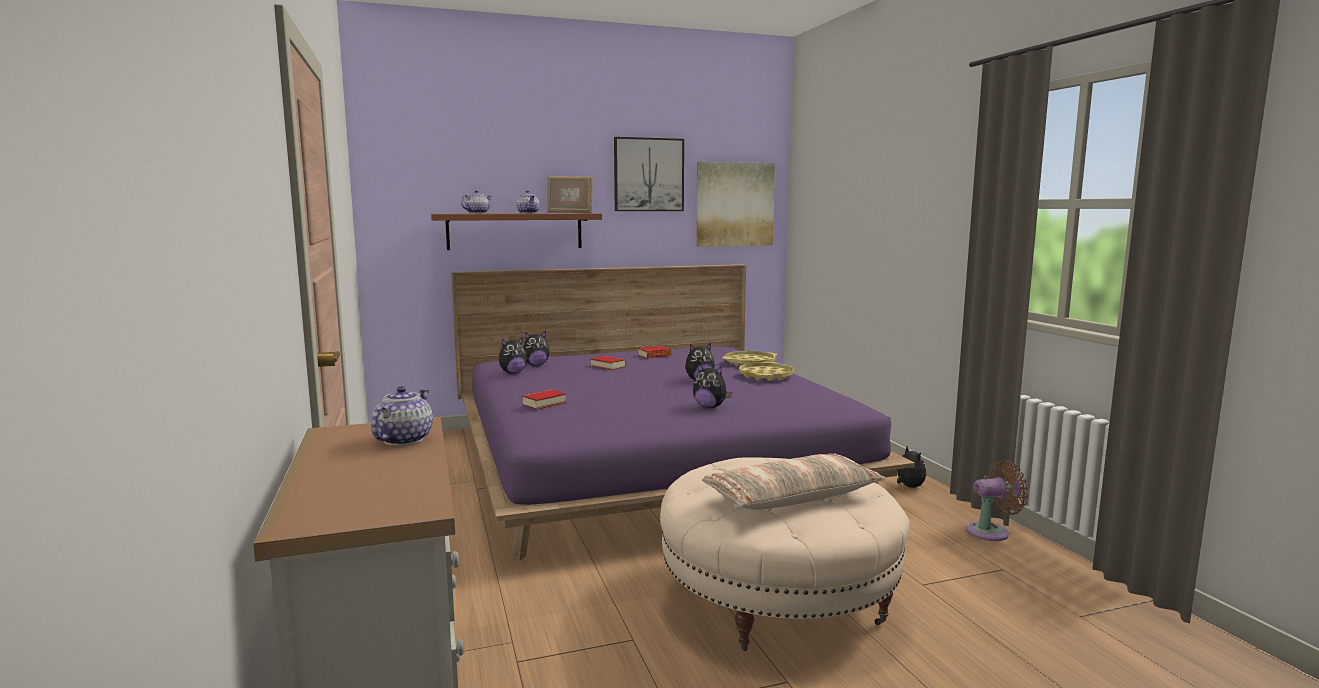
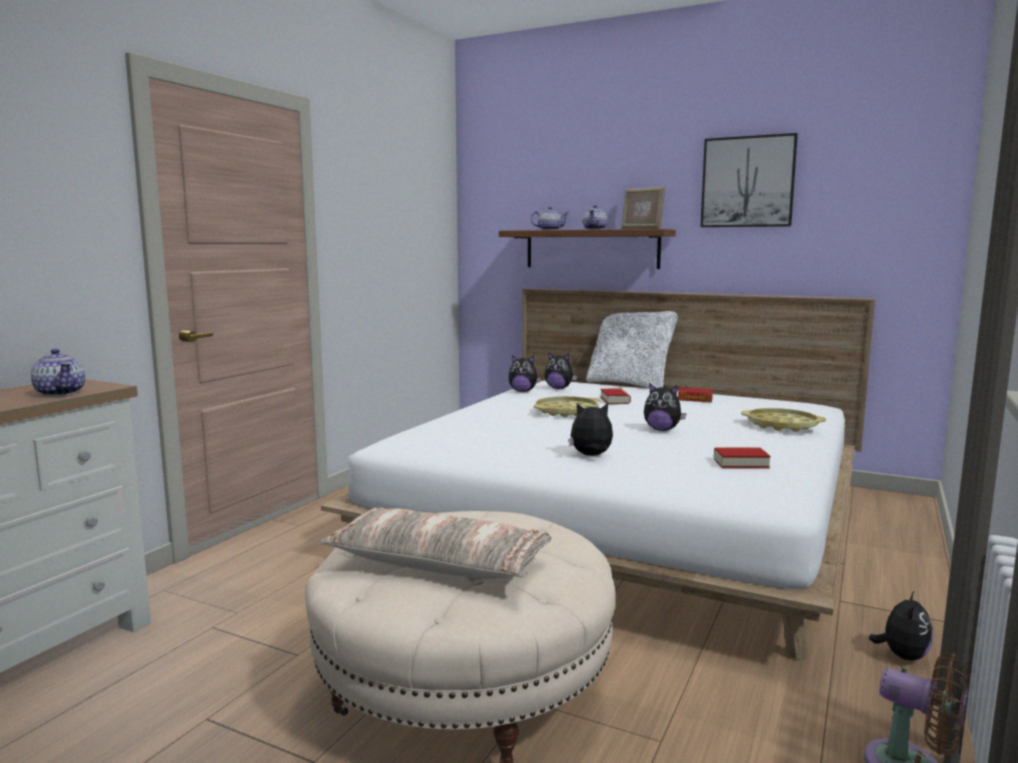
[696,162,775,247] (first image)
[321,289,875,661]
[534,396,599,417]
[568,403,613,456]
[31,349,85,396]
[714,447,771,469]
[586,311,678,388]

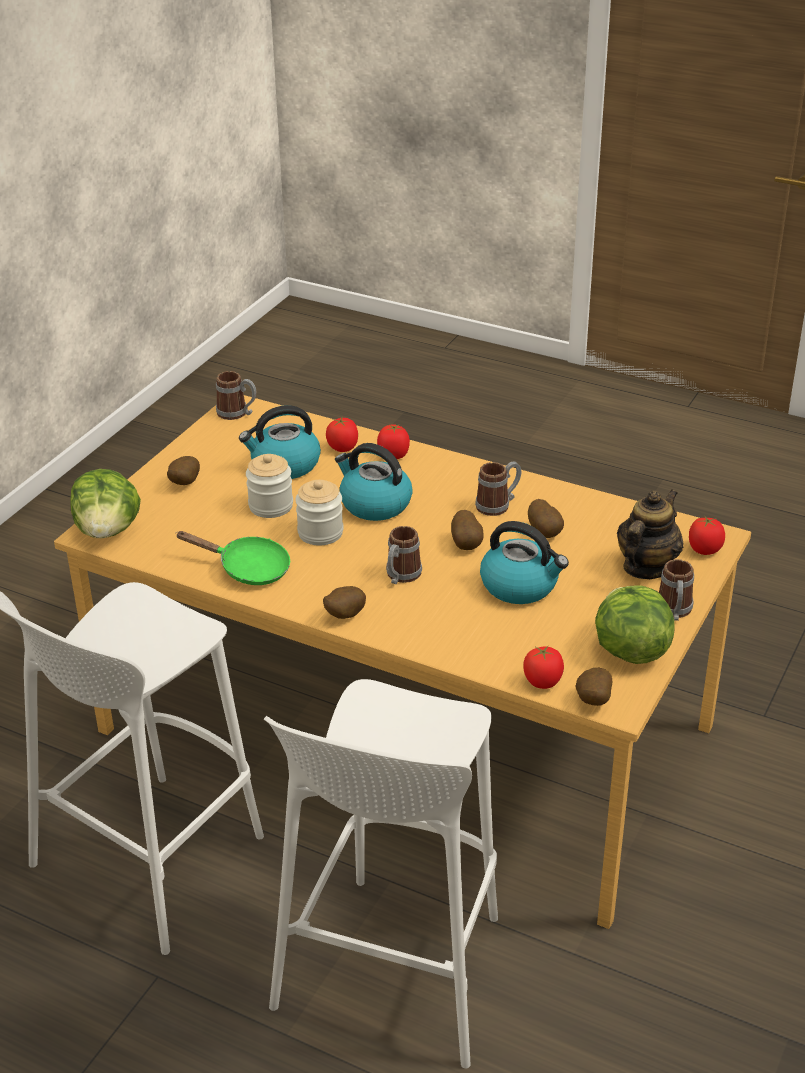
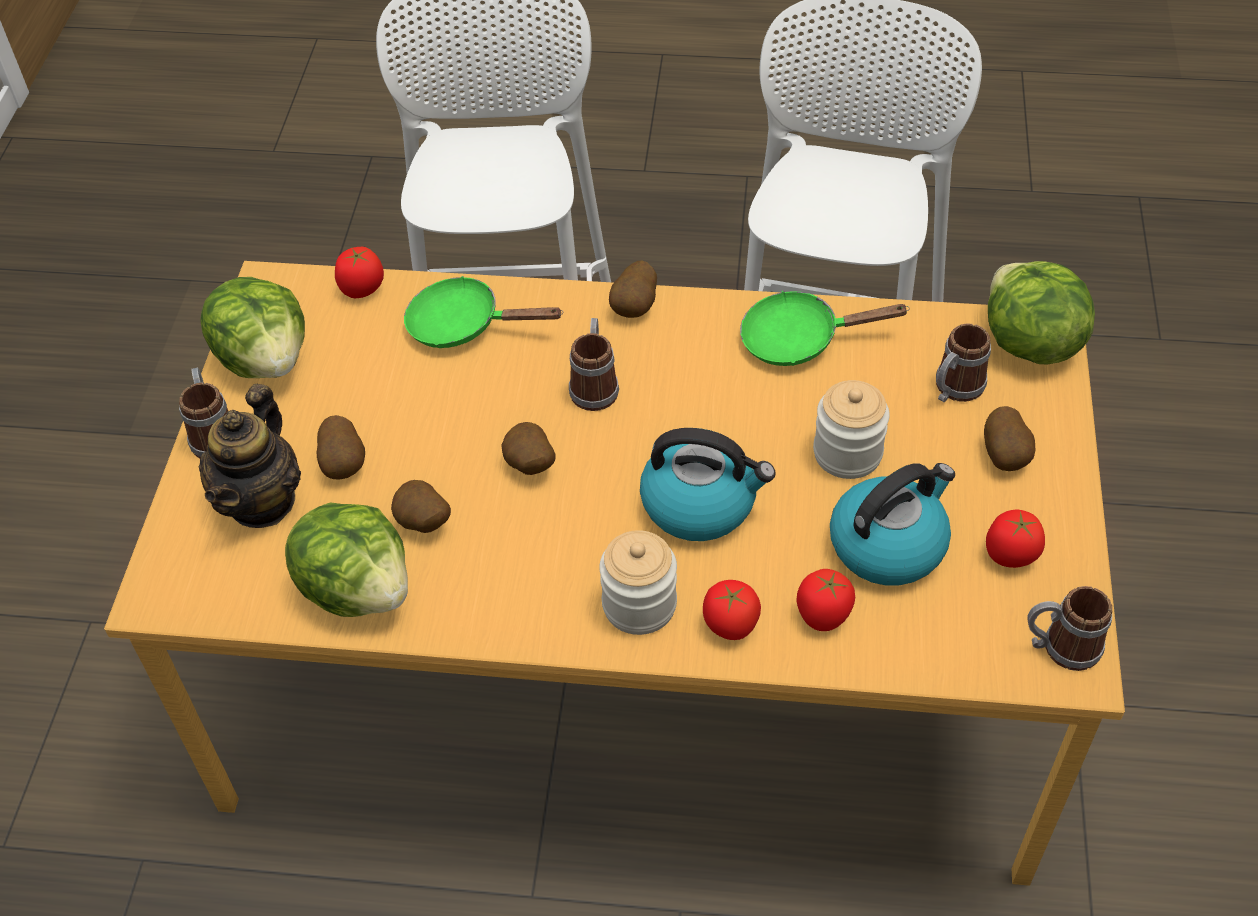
[936,324,991,402]
[599,530,677,635]
[986,510,1045,568]
[480,521,569,604] (first image)
[317,415,365,480]
[404,276,563,348]
[285,502,408,617]

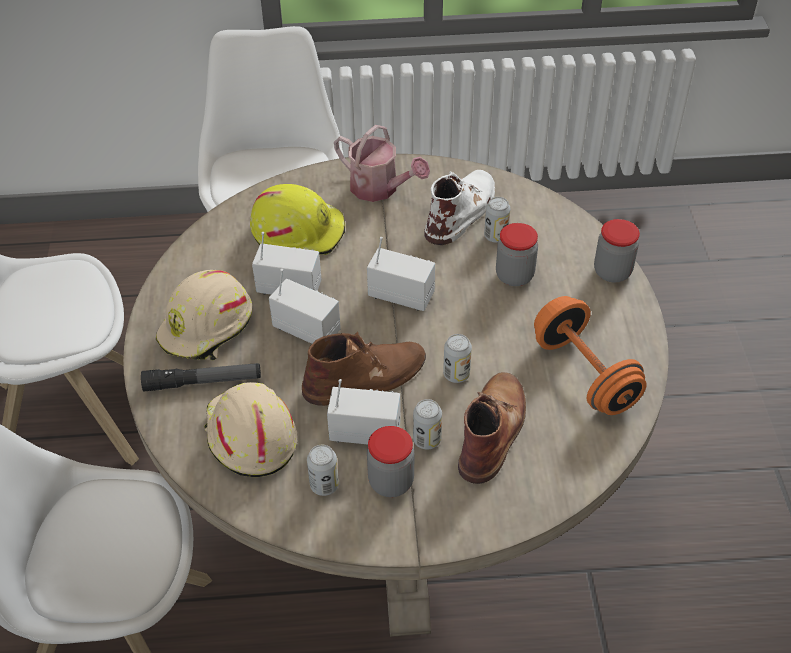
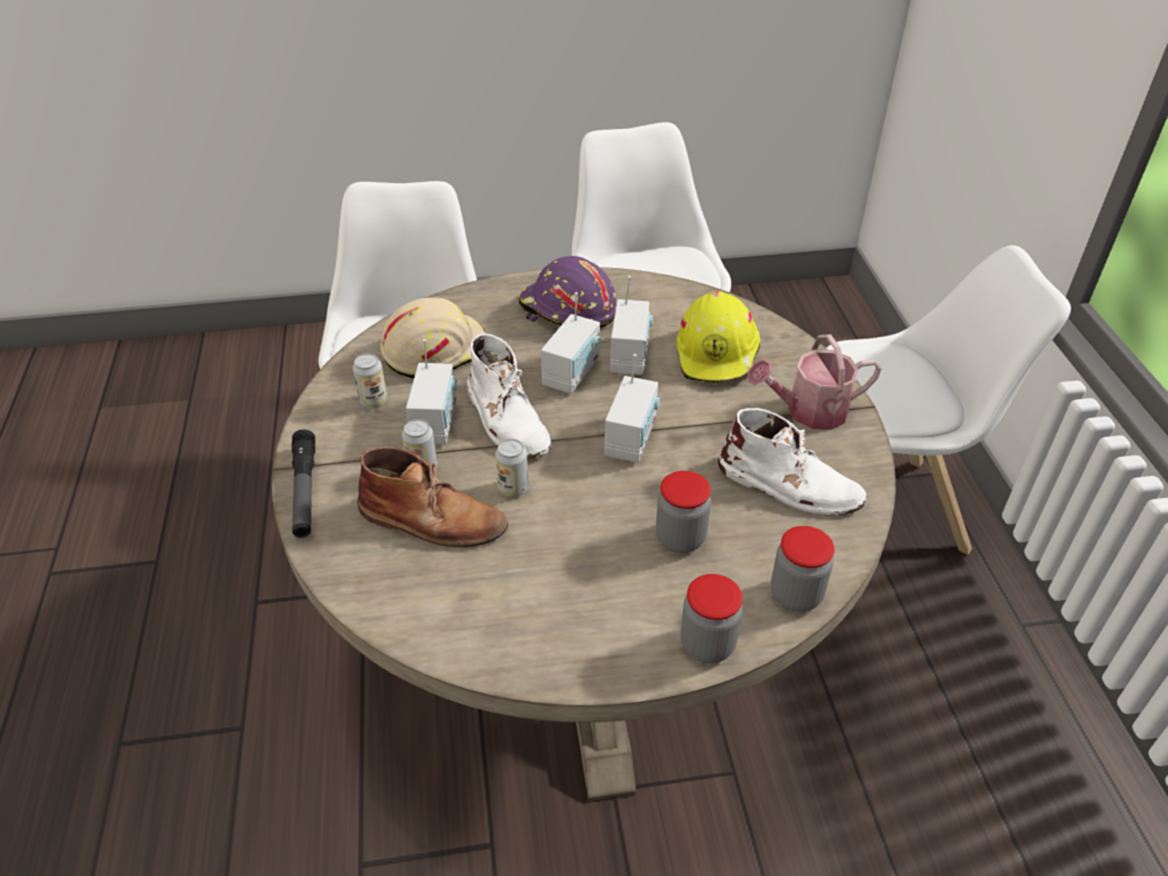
[748,334,881,430]
[484,197,511,243] (first image)
[519,256,616,328]
[534,296,647,415] (first image)
[467,333,551,458]
[292,430,315,538]
[771,526,835,612]

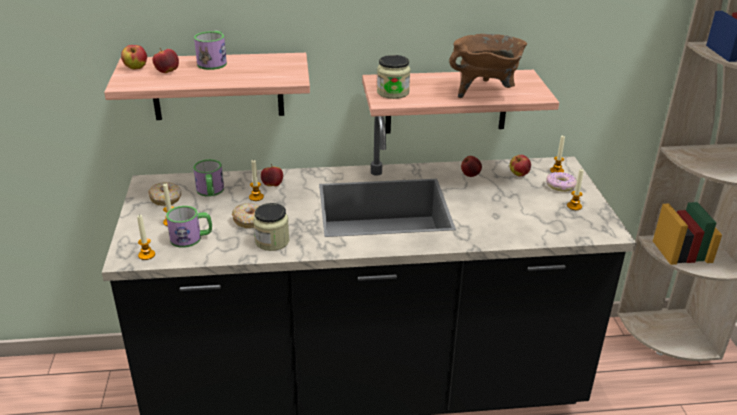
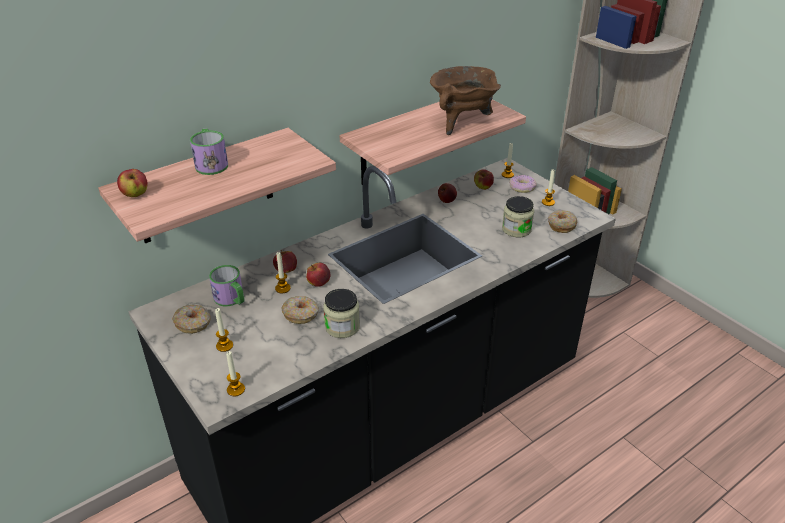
[306,262,330,287]
[502,196,534,238]
[166,206,212,248] (first image)
[548,210,577,233]

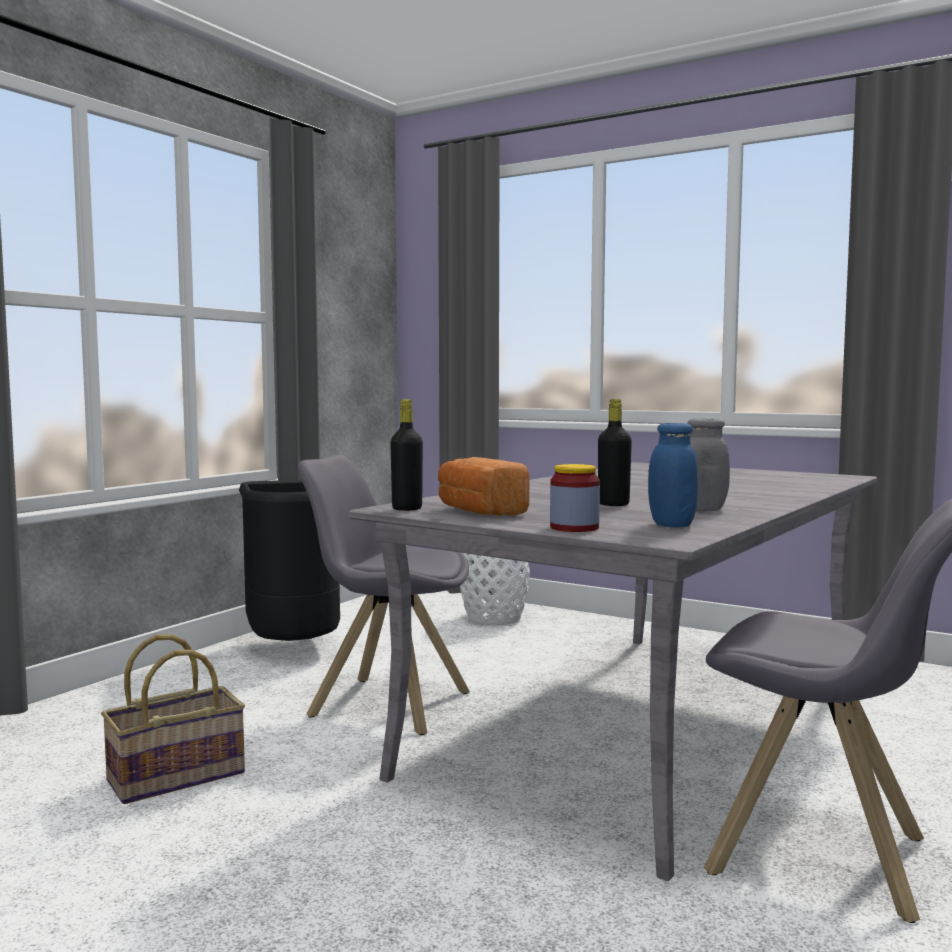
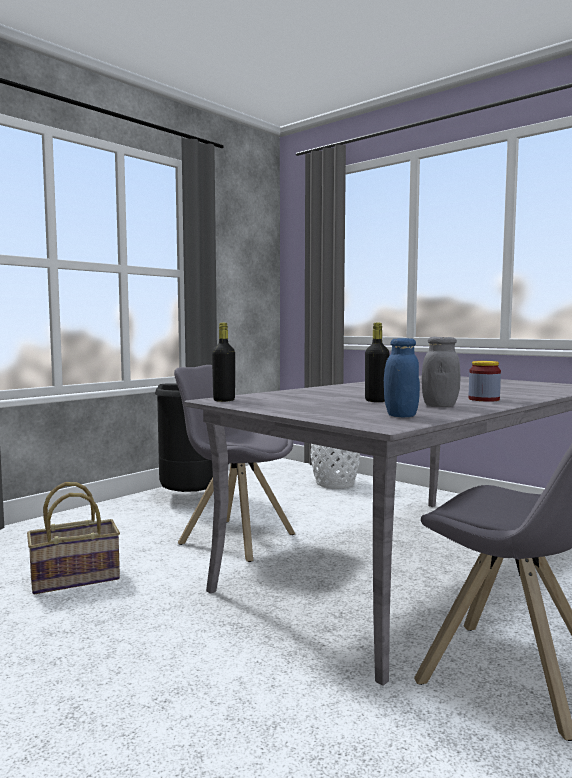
[438,457,530,516] (first image)
[469,361,501,402]

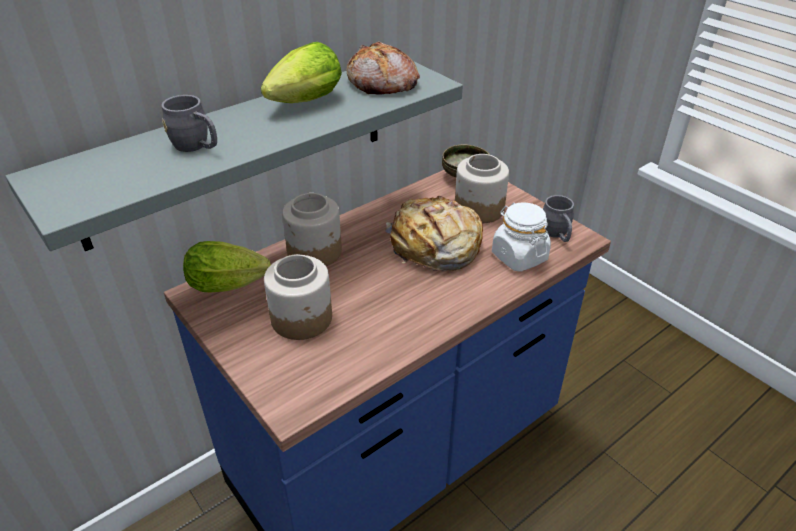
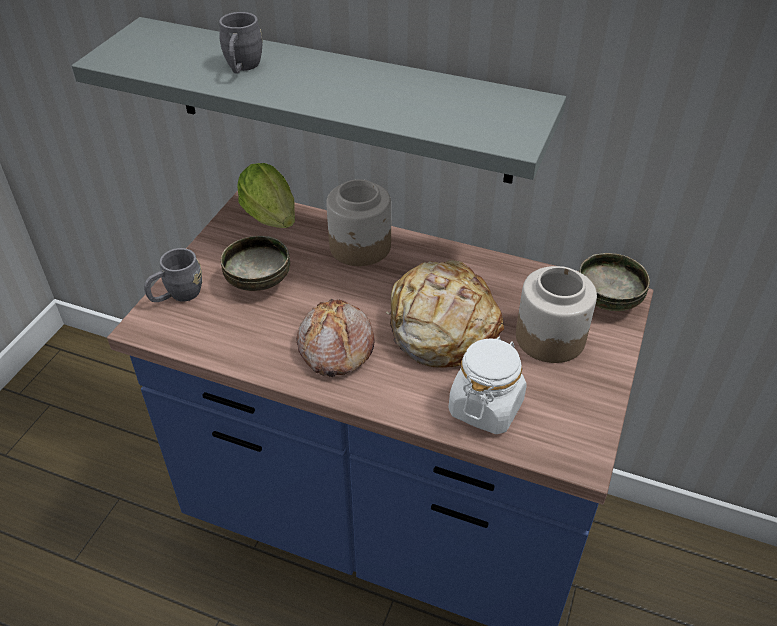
[297,298,375,377]
[261,42,342,103] (first image)
[144,248,202,302]
[221,236,290,291]

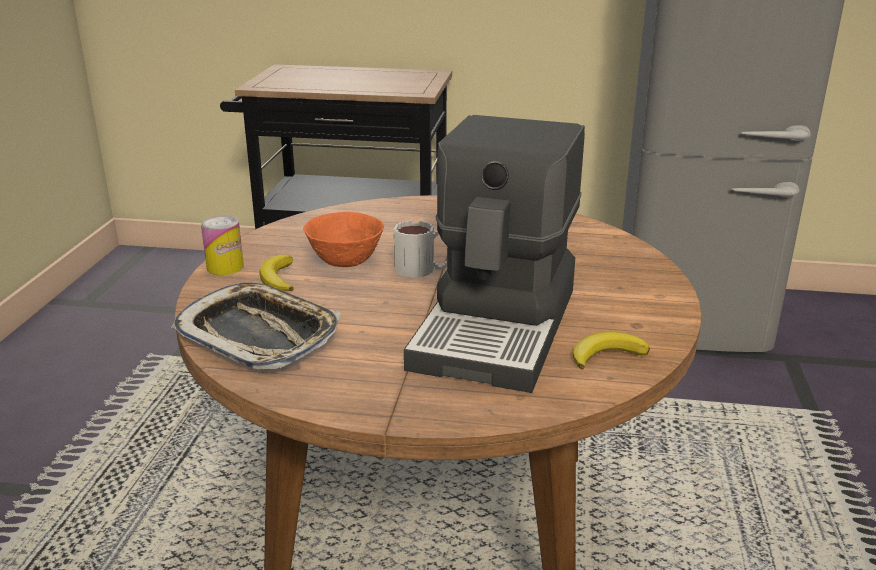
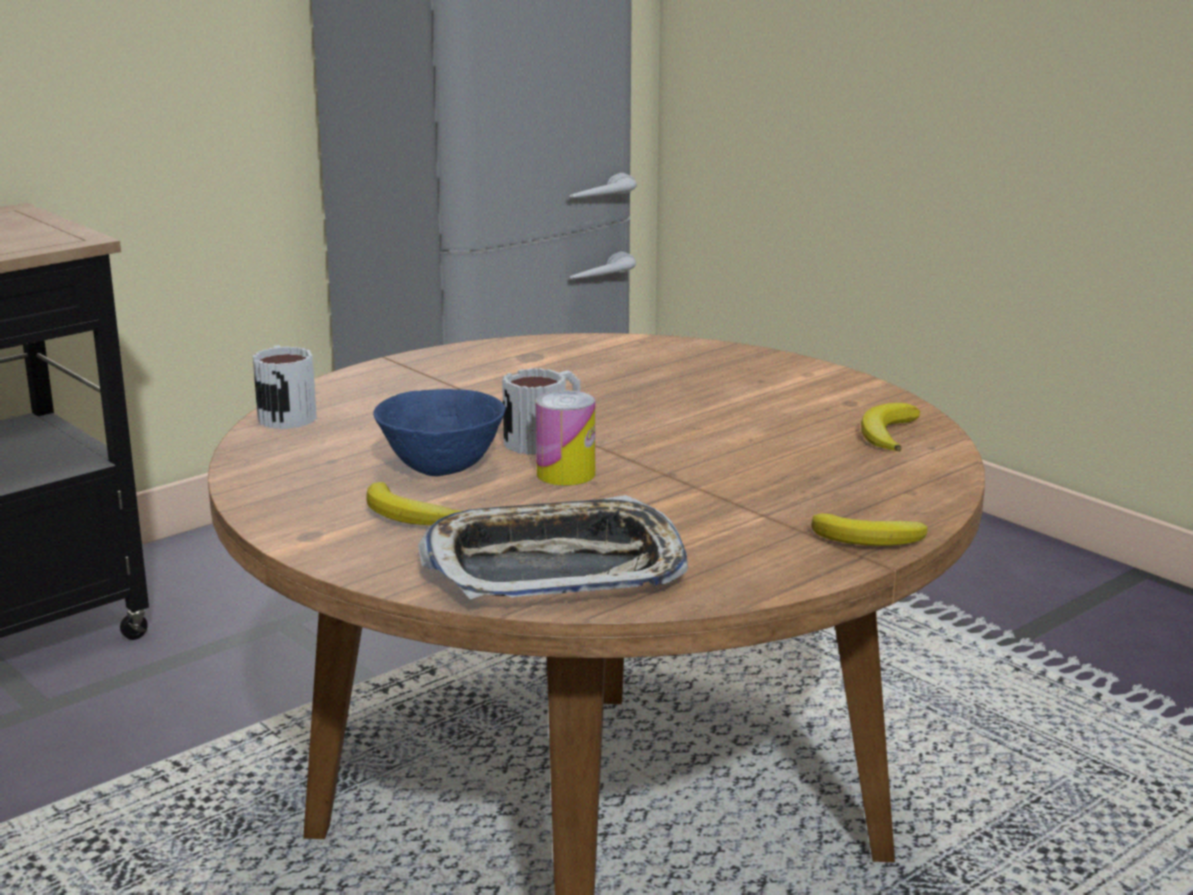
[404,115,585,393] (first image)
[373,389,506,477]
[536,390,595,486]
[253,345,317,429]
[811,513,927,546]

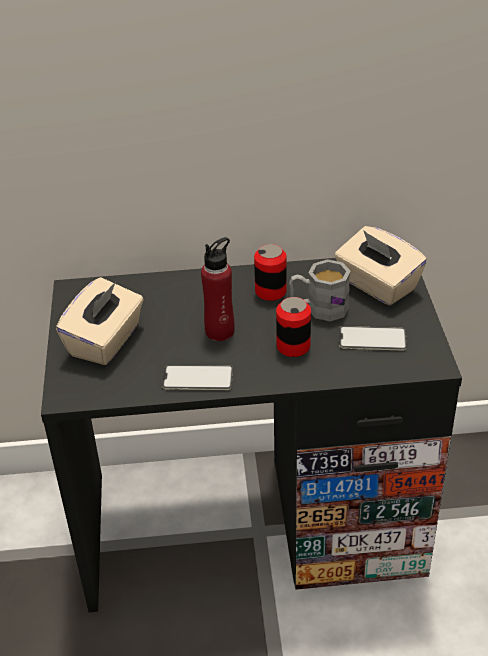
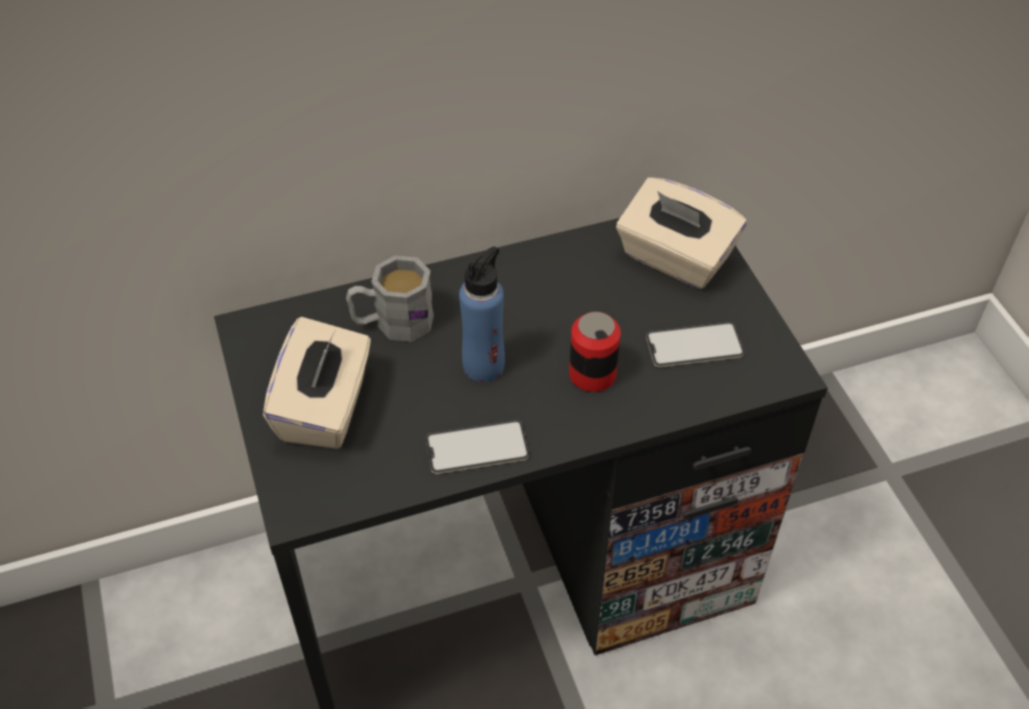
[459,247,505,382]
[254,244,287,301] (first image)
[346,256,434,342]

